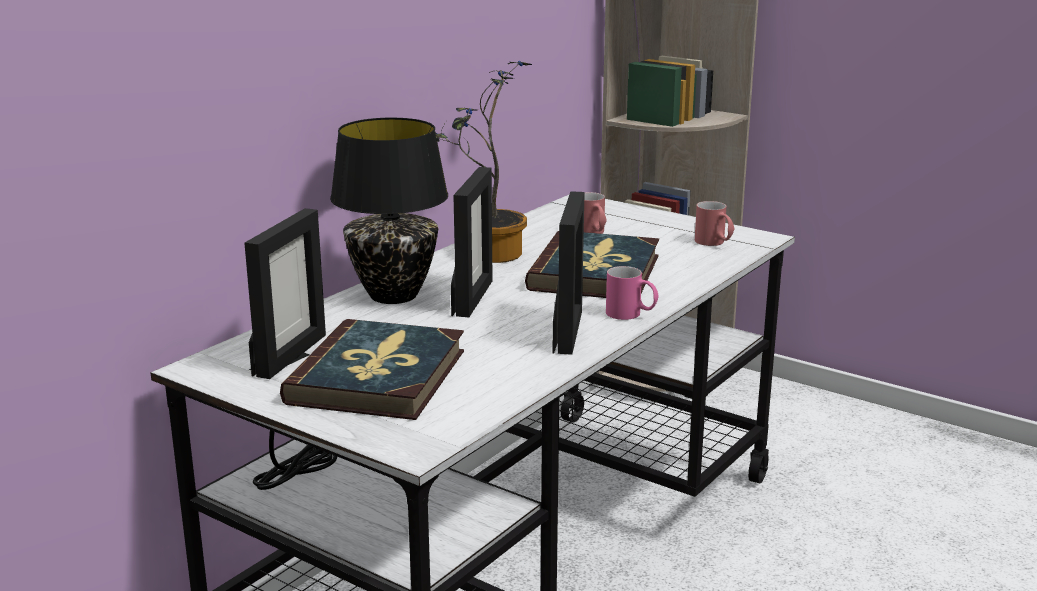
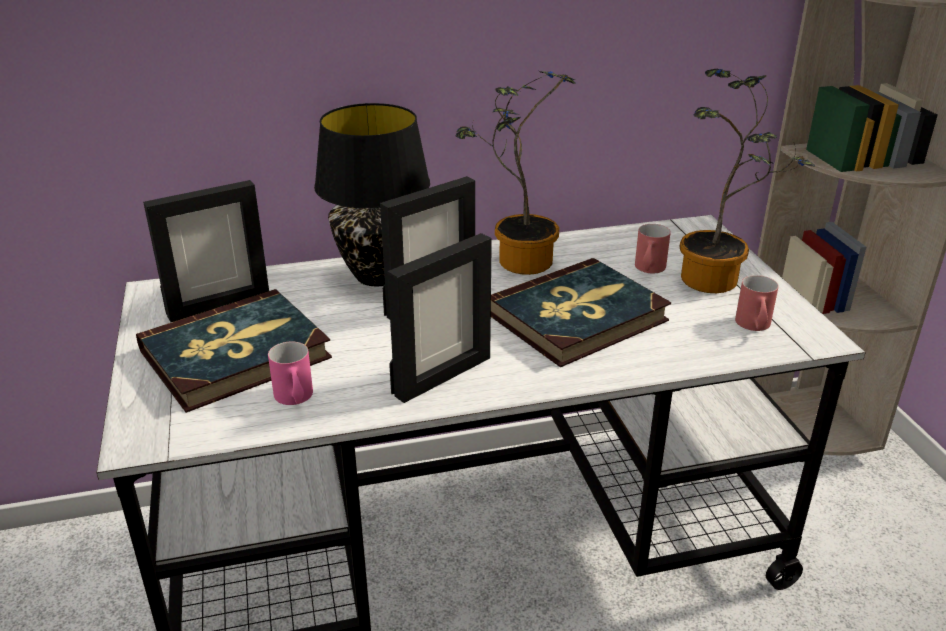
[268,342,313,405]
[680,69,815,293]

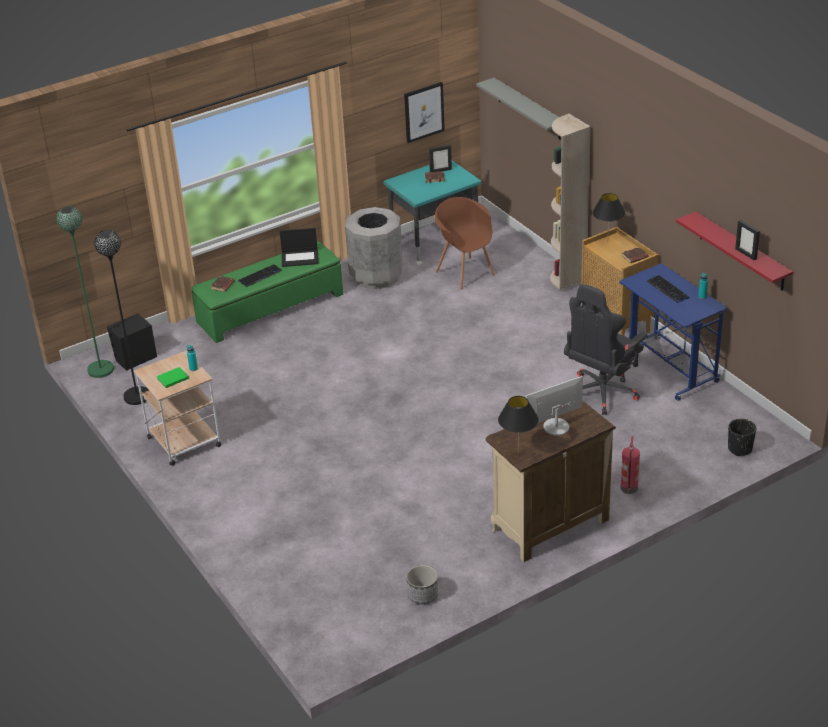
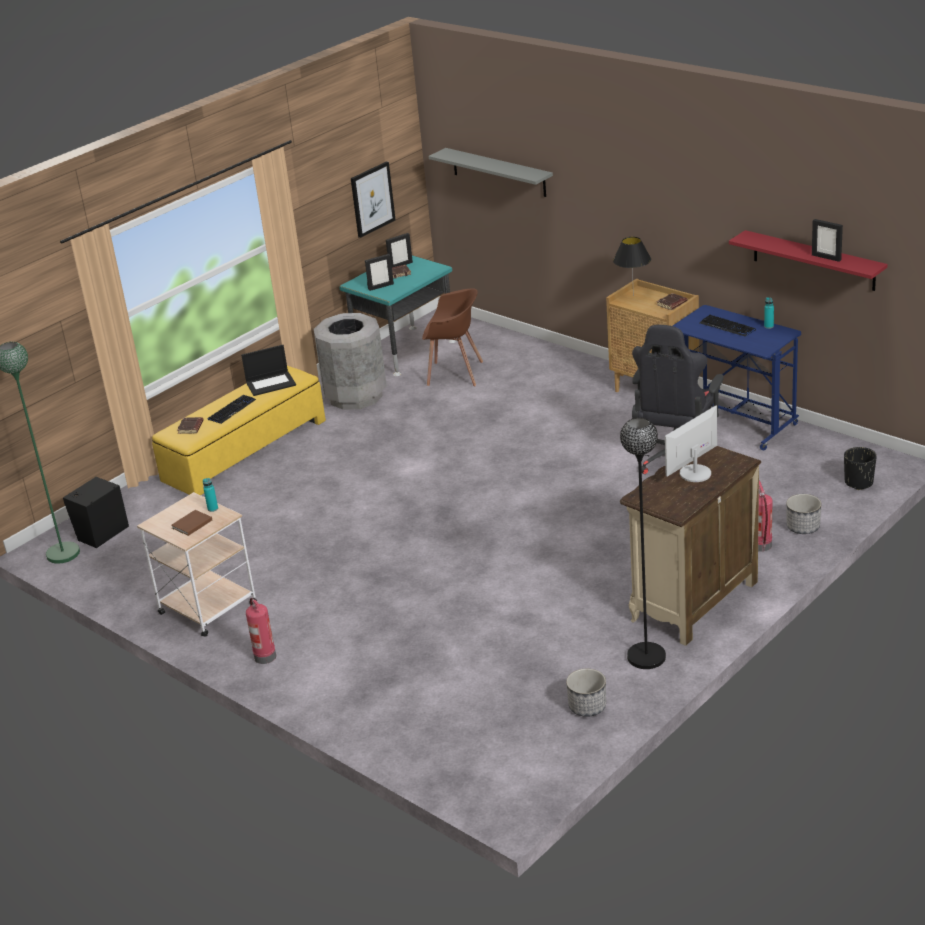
[550,114,591,290] (first image)
[422,288,483,386]
[620,417,666,669]
[152,366,326,495]
[171,510,212,536]
[498,396,539,453] (first image)
[365,254,394,291]
[786,494,822,534]
[246,598,276,664]

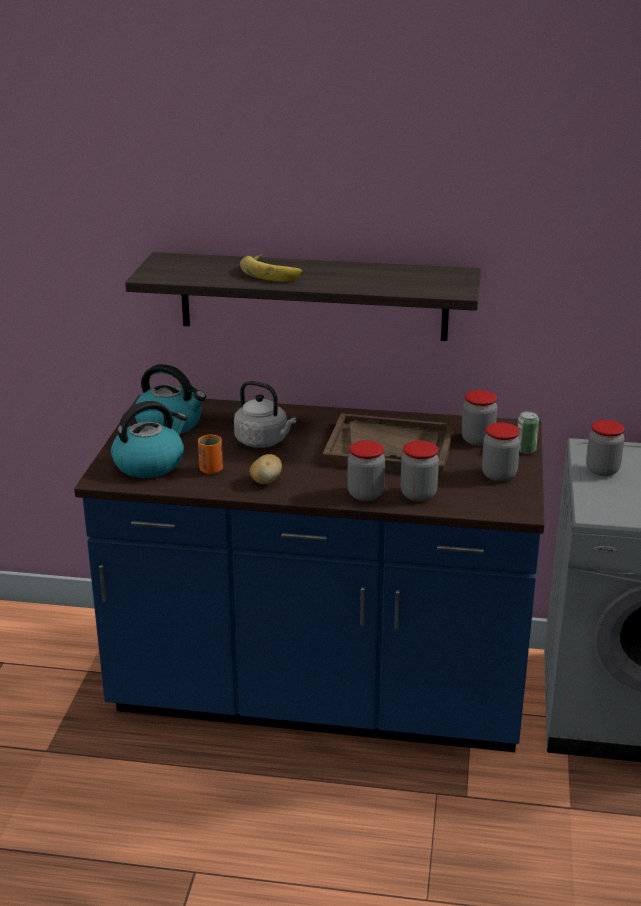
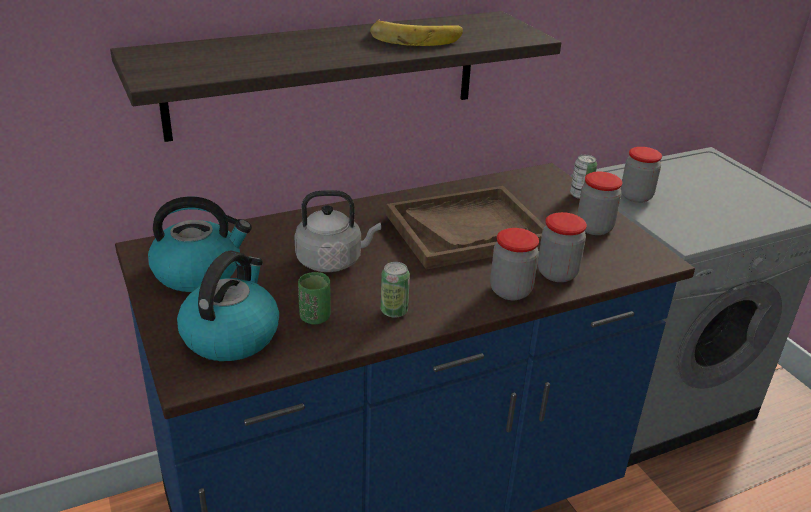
[370,19,463,46]
[461,390,497,446] (first image)
[298,272,331,324]
[381,262,410,318]

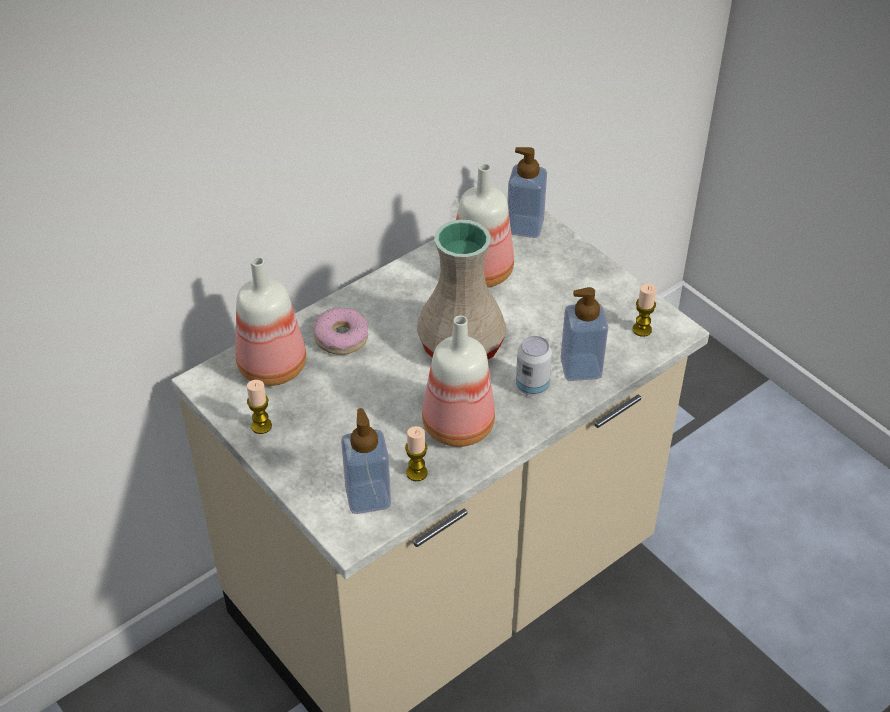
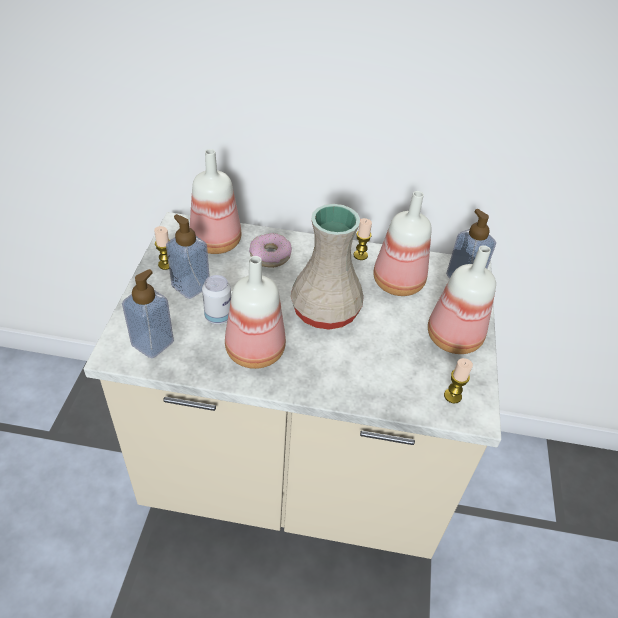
[166,214,210,299]
[202,275,231,324]
[353,218,372,260]
[428,245,496,354]

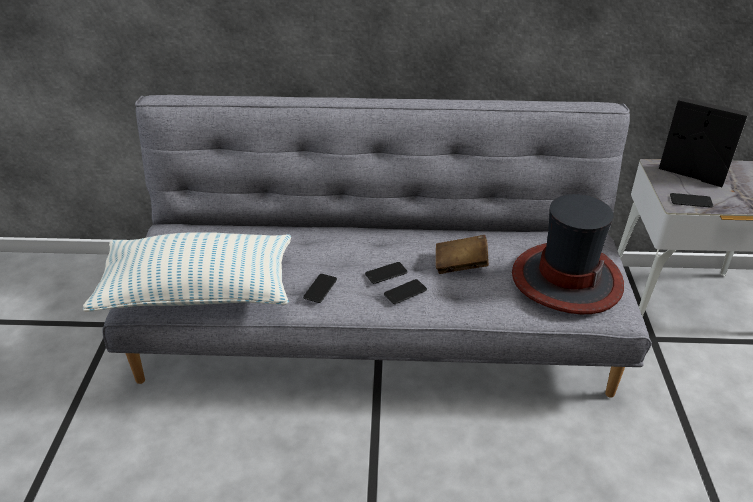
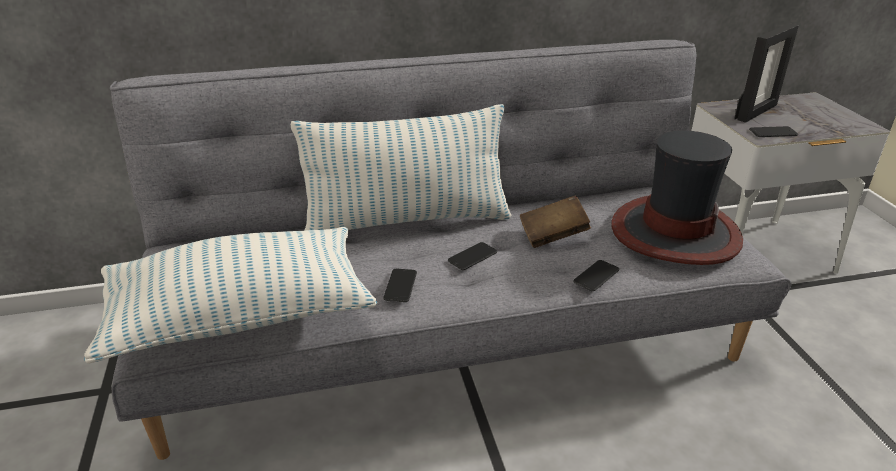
[734,24,799,123]
[573,260,619,291]
[291,104,511,230]

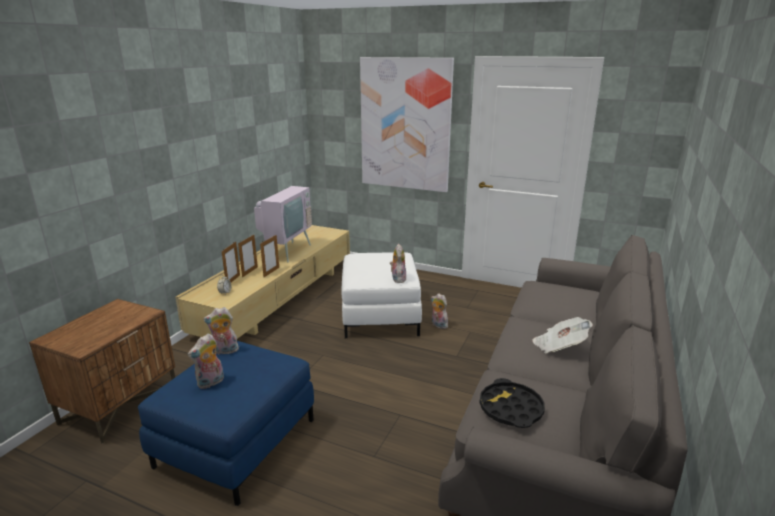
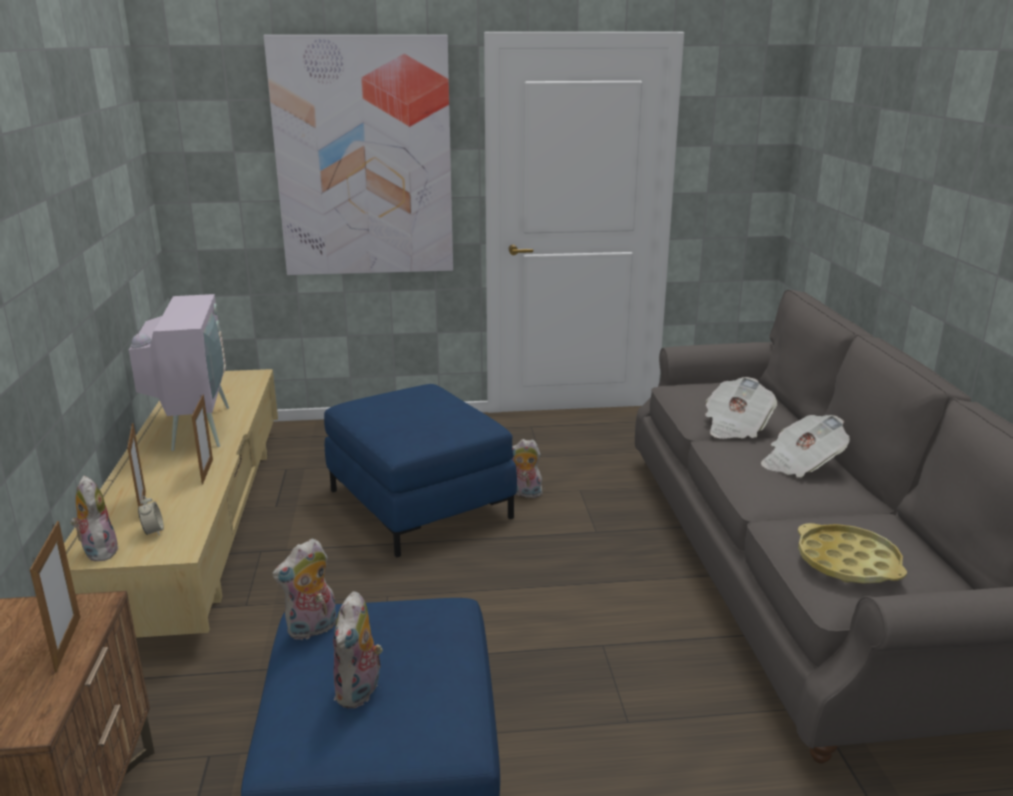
[30,521,81,673]
[70,476,119,561]
[324,384,517,557]
[798,523,907,583]
[705,377,777,439]

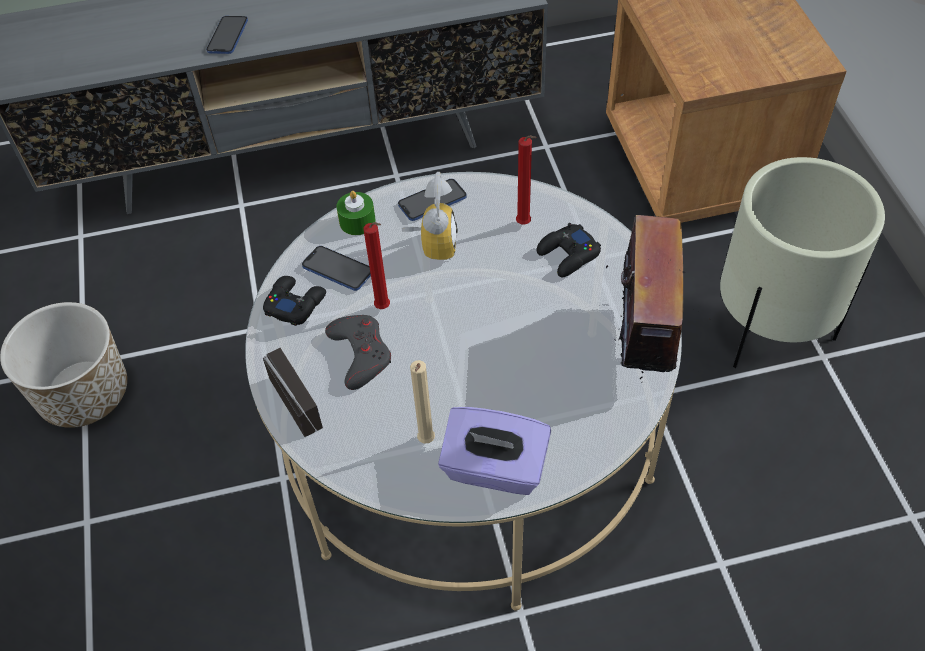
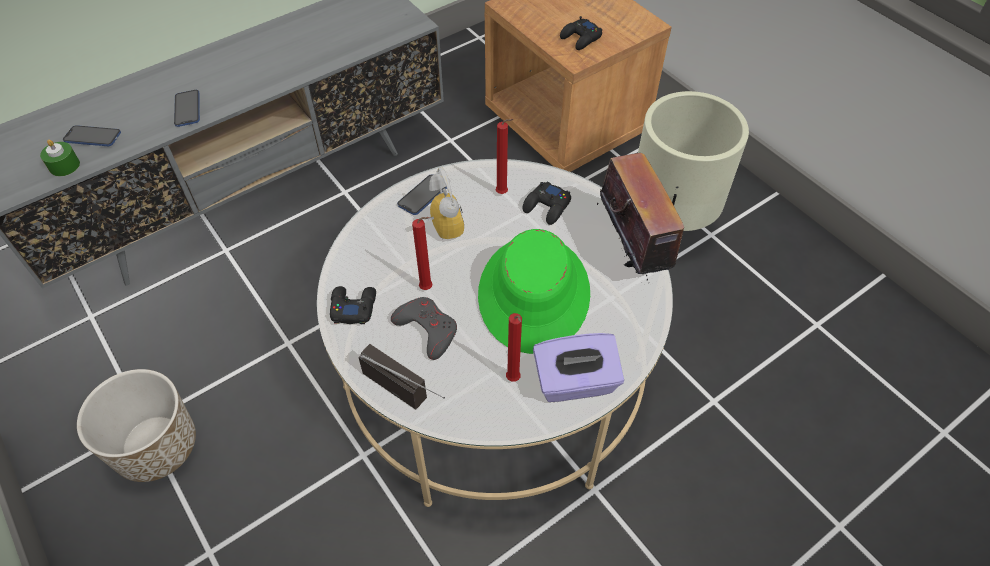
[40,140,80,176]
[63,125,121,147]
[506,313,522,382]
[560,16,602,50]
[478,229,590,354]

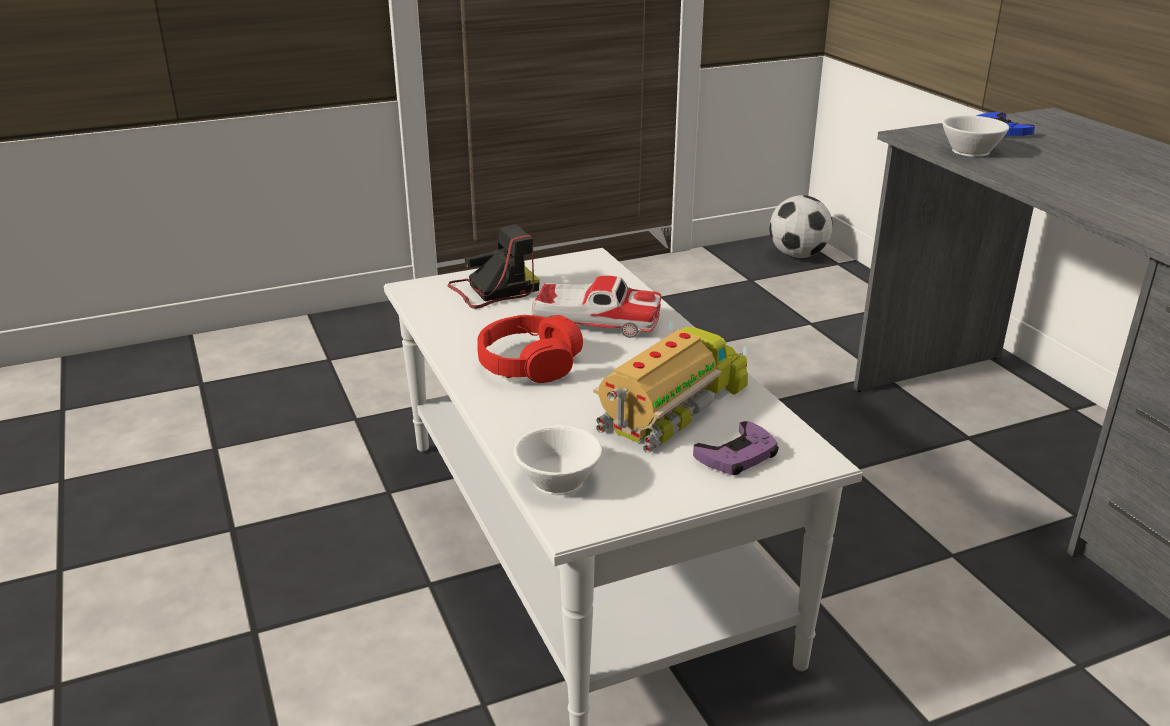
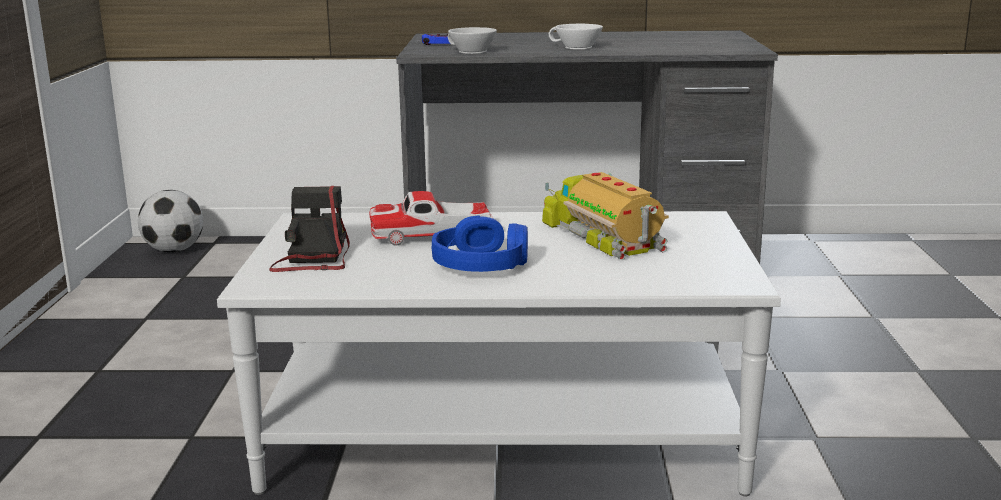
[369,191,492,246]
[432,216,528,272]
[693,421,779,475] (first image)
[549,24,603,49]

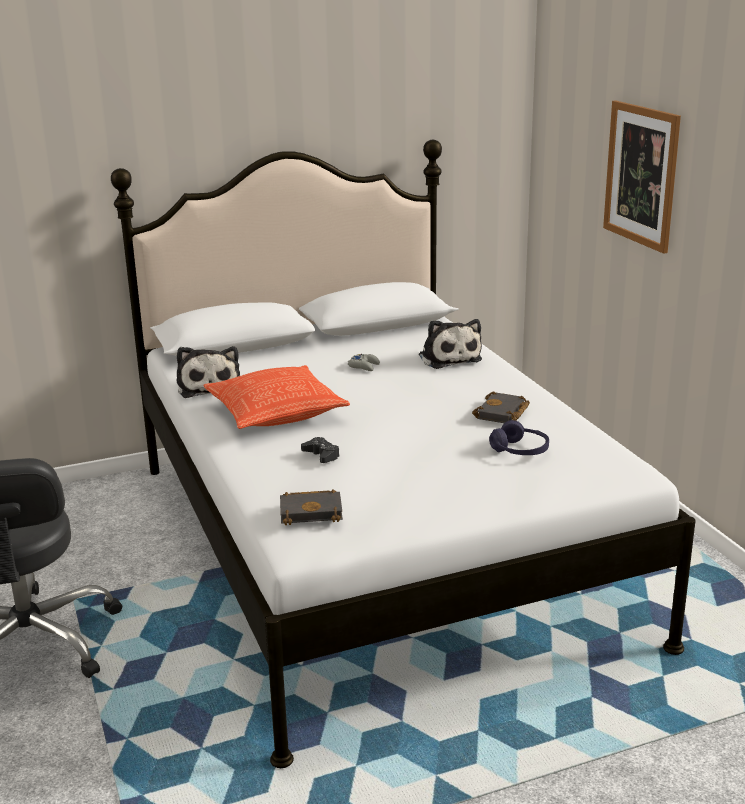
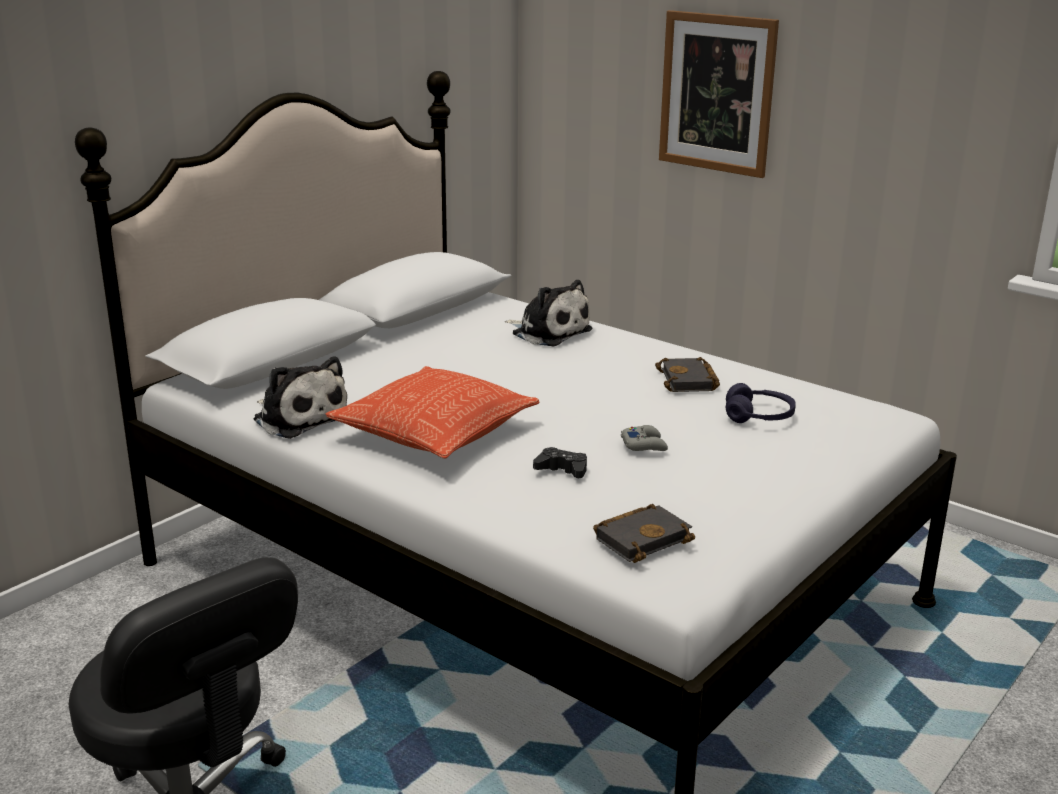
[621,425,668,451]

